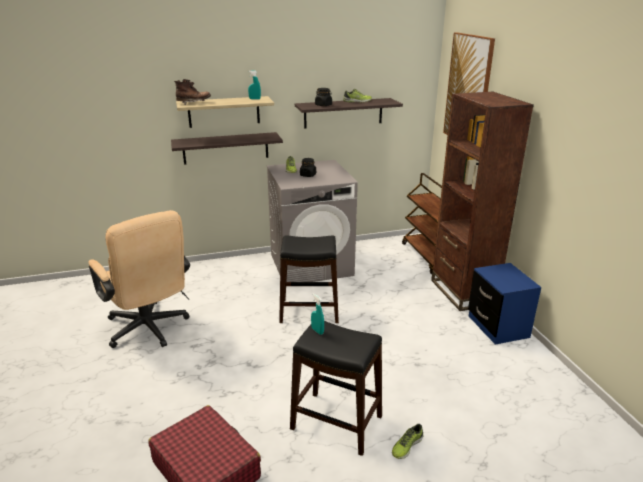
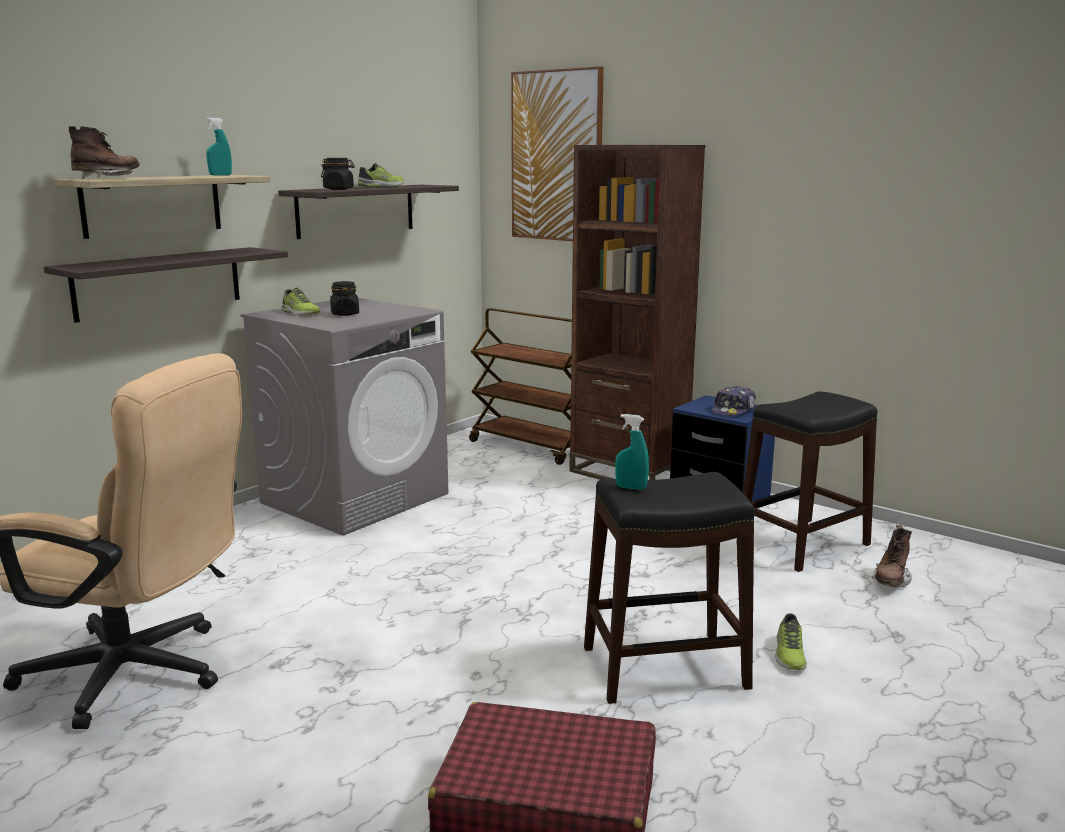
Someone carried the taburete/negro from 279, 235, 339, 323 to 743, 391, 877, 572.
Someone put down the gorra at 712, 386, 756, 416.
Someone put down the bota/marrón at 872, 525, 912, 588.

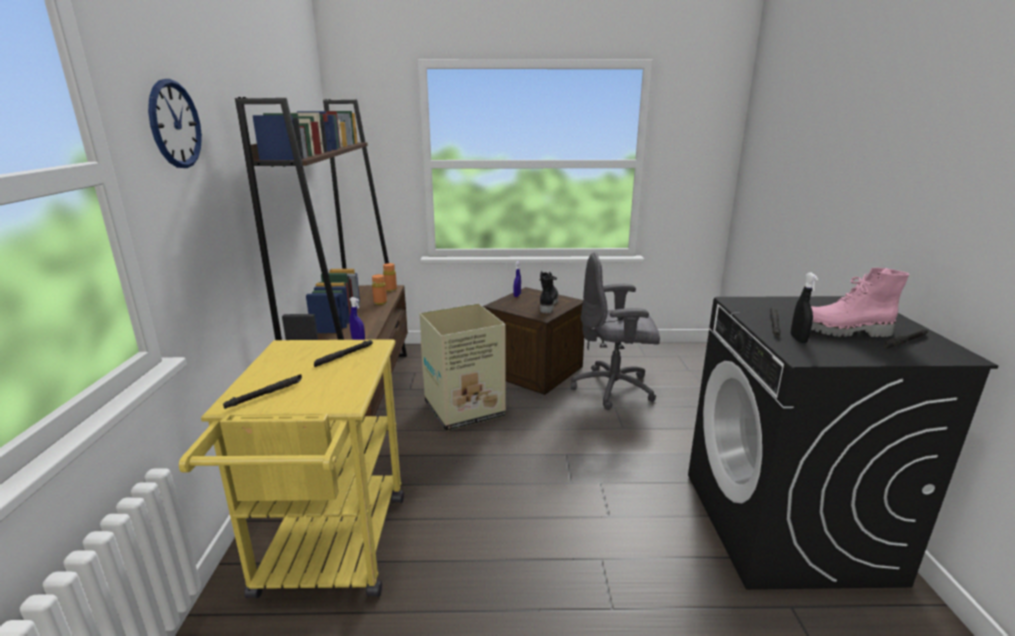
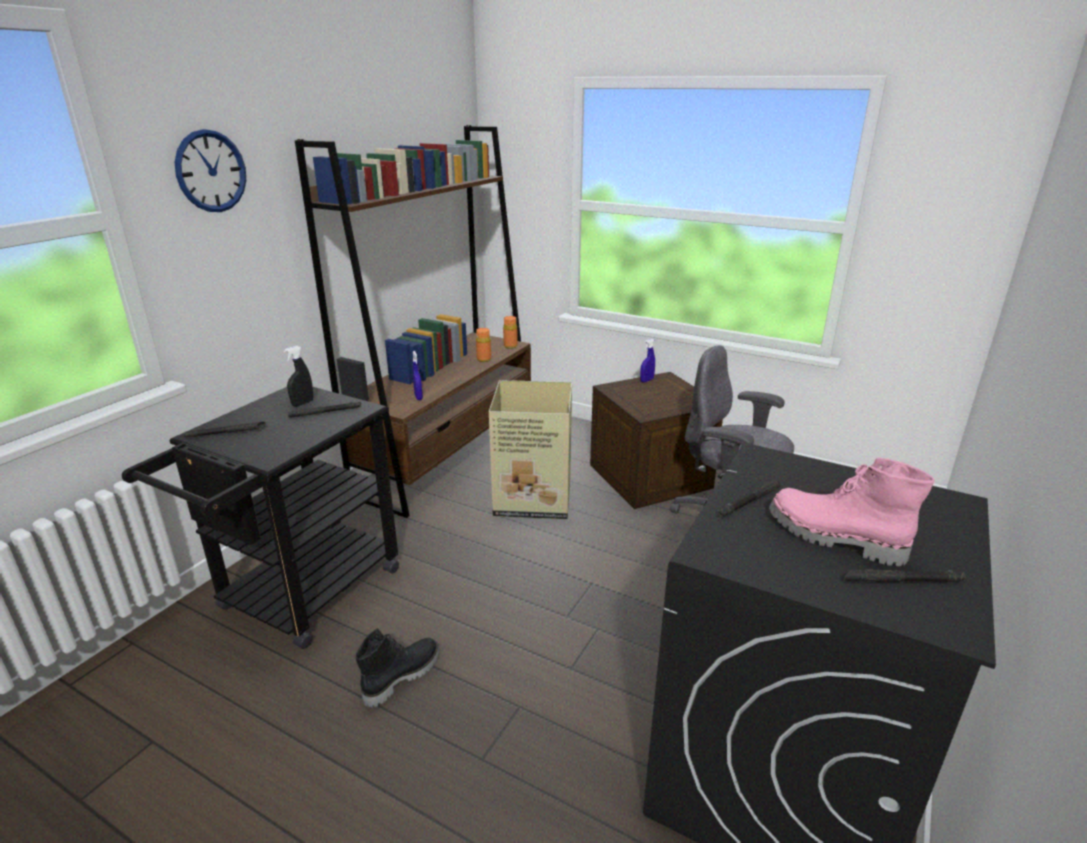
Someone repainted the carrito/amarillo at 179, 339, 404, 599, which became the carrito/negro at 122, 387, 399, 649.
Someone carried the bota/negro from 540, 271, 558, 314 to 355, 628, 440, 707.
Someone carried the pulverizador/negro from 791, 273, 818, 343 to 284, 346, 313, 407.

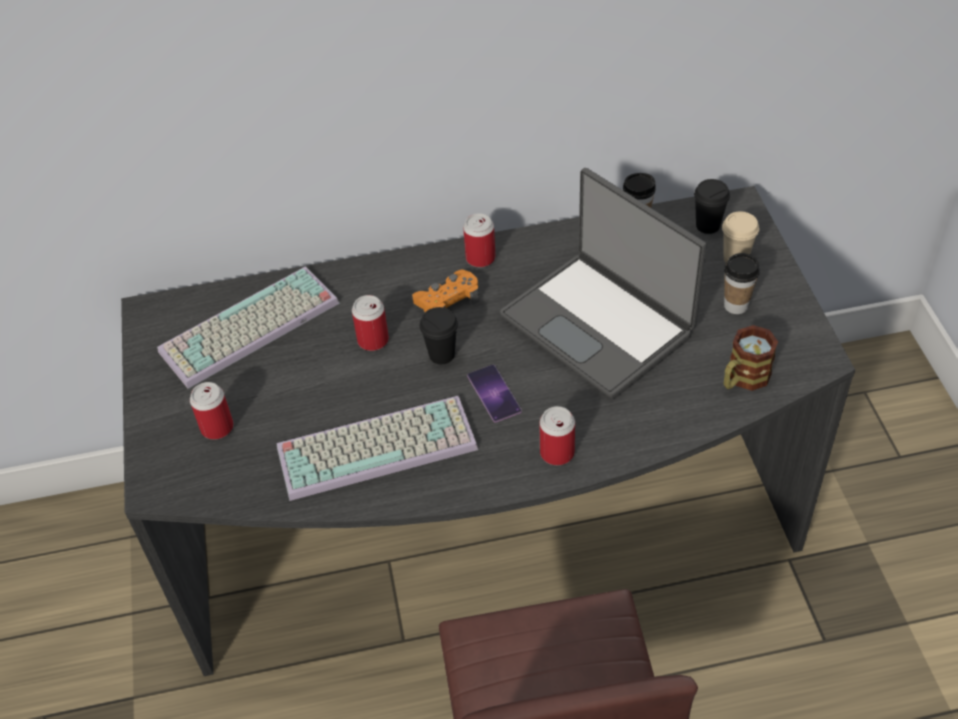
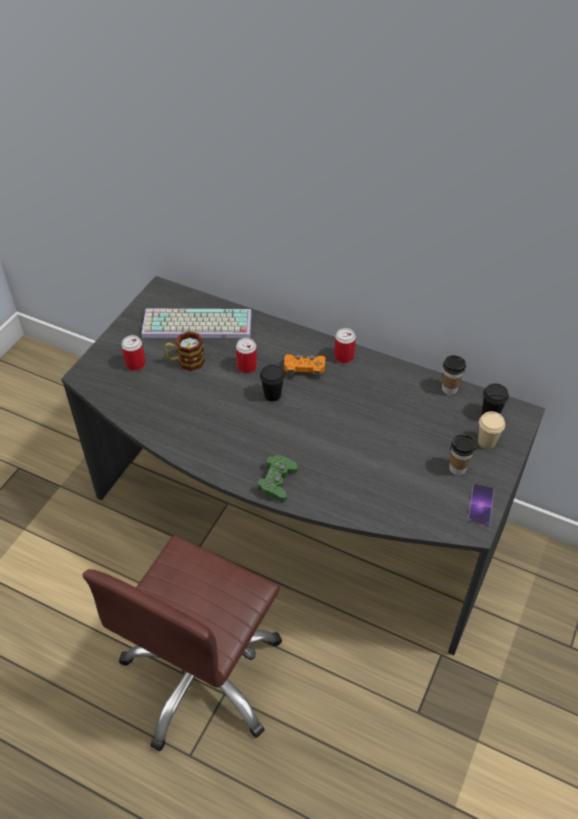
Someone took away the teclado at 277, 396, 478, 501.
Someone carried the móvil from 467, 365, 522, 422 to 468, 484, 494, 526.
Someone took away the portátil at 500, 168, 707, 399.
Someone swapped the lata at 539, 406, 575, 465 for the mando de consola/verde at 257, 455, 298, 502.
Someone carried the taza grande from 724, 325, 778, 391 to 164, 332, 205, 371.

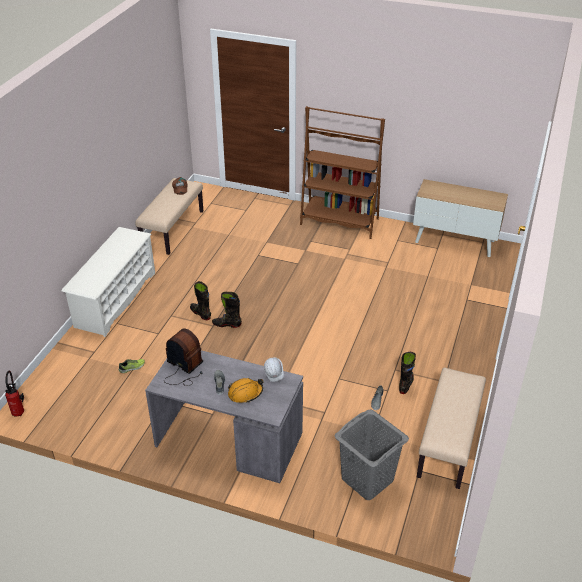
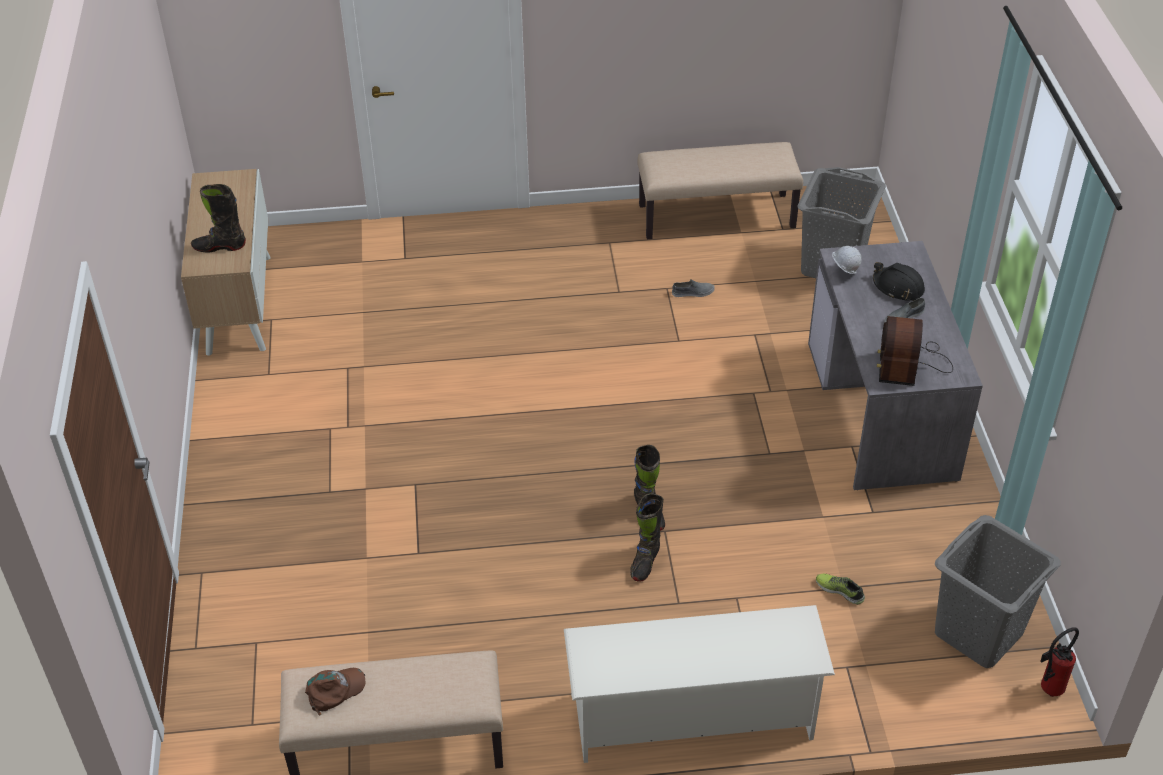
Someone repainted the casco/naranja at 228, 378, 264, 403, which became the casco/negro at 873, 262, 925, 301.
Someone took away the estantería/marrón at 300, 106, 385, 239.
Someone carried the bota/negro from 399, 352, 416, 394 to 191, 184, 246, 253.
Someone put down the cesto de la ropa/gris at 935, 515, 1061, 668.

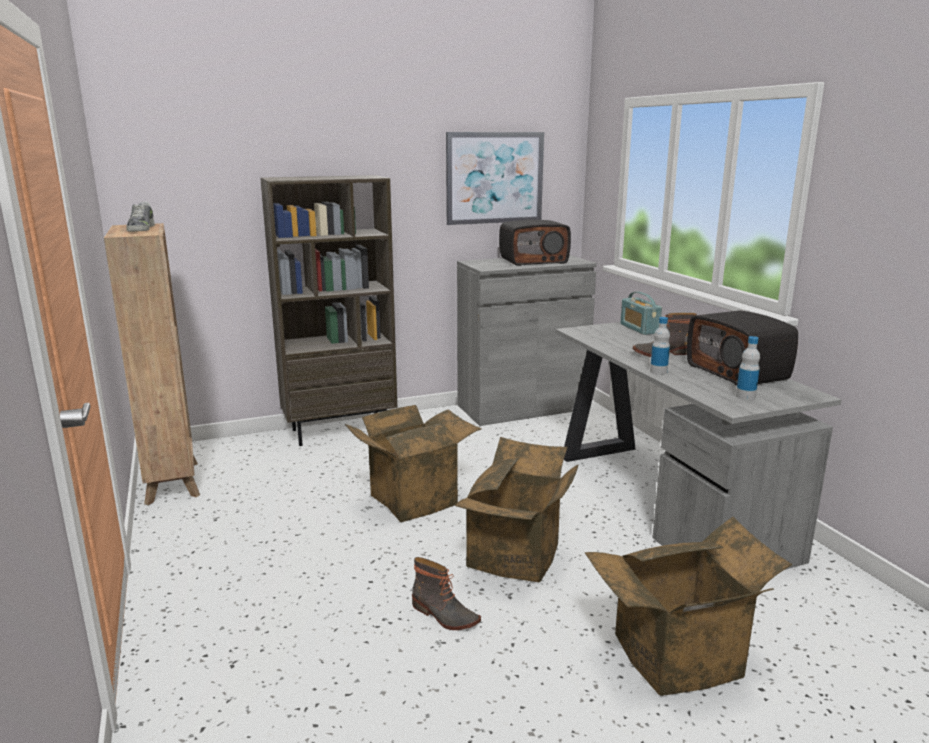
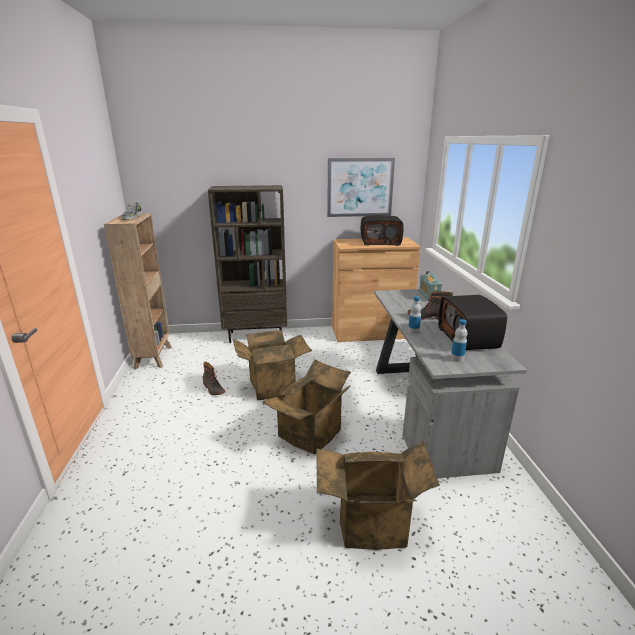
Someone carried the bota from 412, 557, 481, 630 to 203, 362, 225, 395.
Someone repainted the armario/gris at 457, 255, 597, 426, which became the armario/marrón at 332, 237, 421, 342.

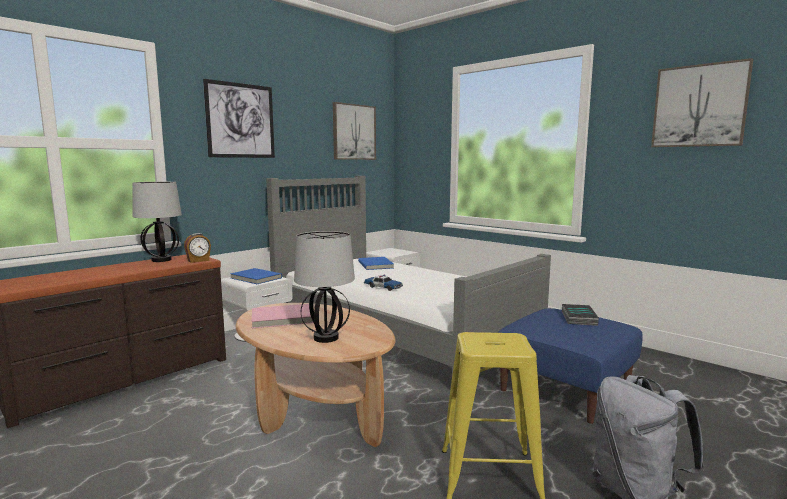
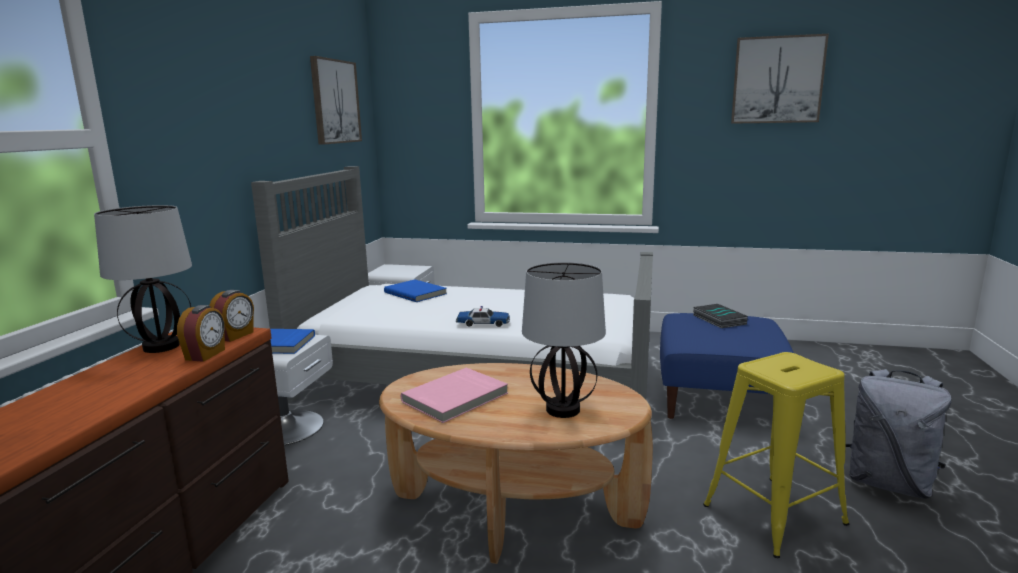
Someone took away the cuadro at 203, 79, 275, 158.
Someone put down the despertador at 177, 305, 225, 362.

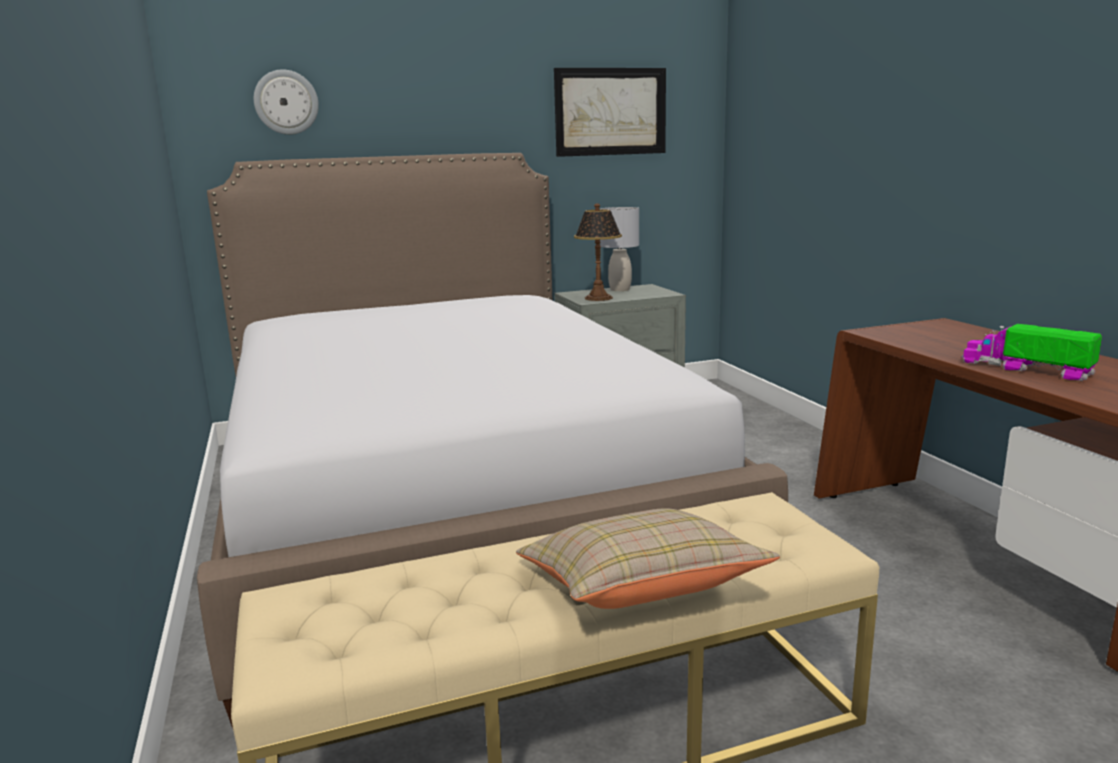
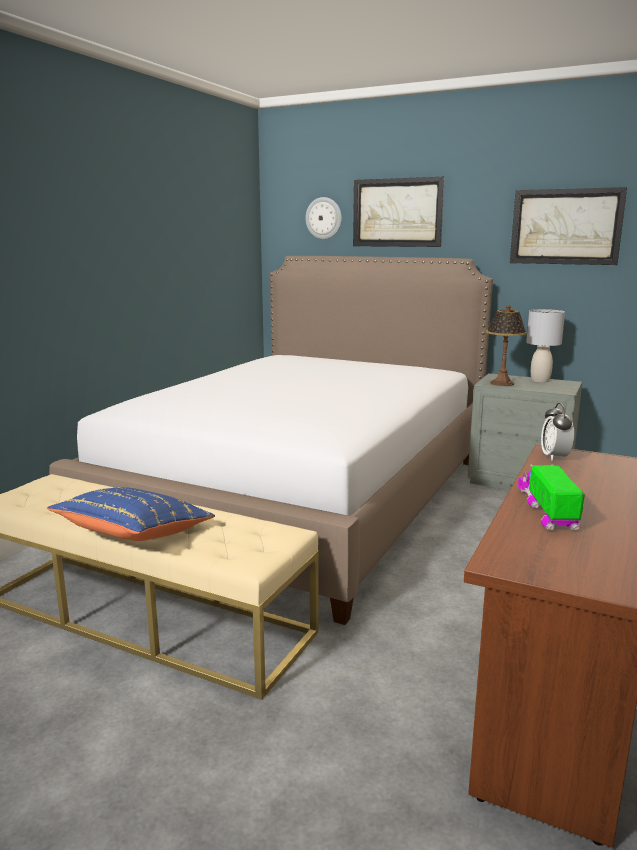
Someone repainted the cojín/beis at 516, 508, 780, 609, which became the cojín/azul at 47, 487, 215, 541.
Someone put up the cuadro at 353, 177, 445, 247.
Someone put down the despertador at 541, 403, 574, 461.

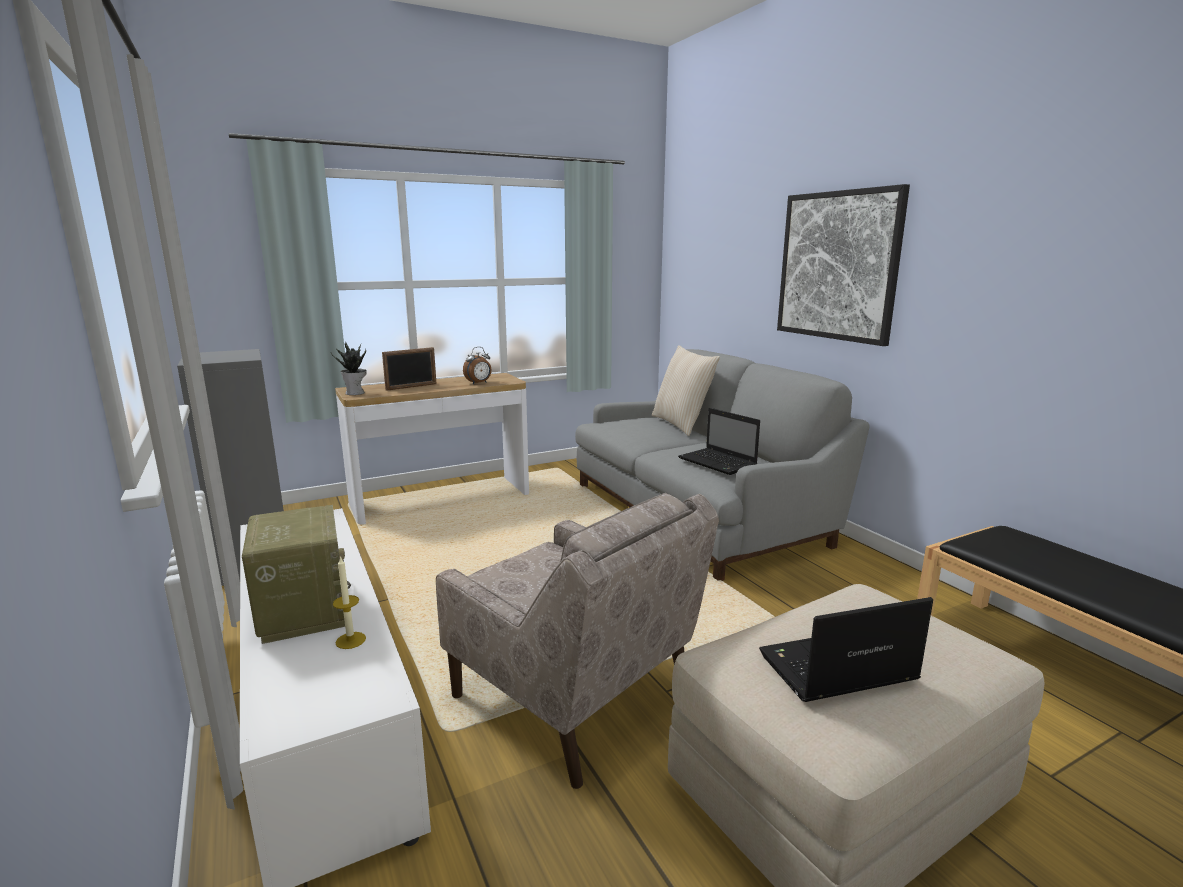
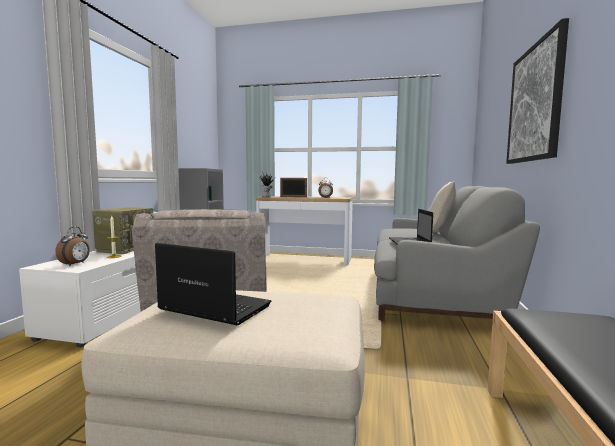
Someone put down the despertador at 55, 226, 90, 266.

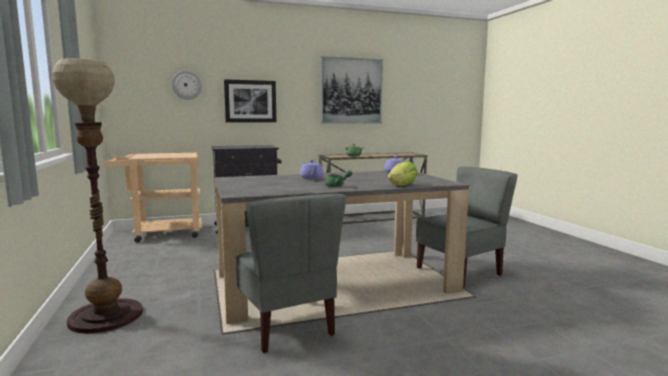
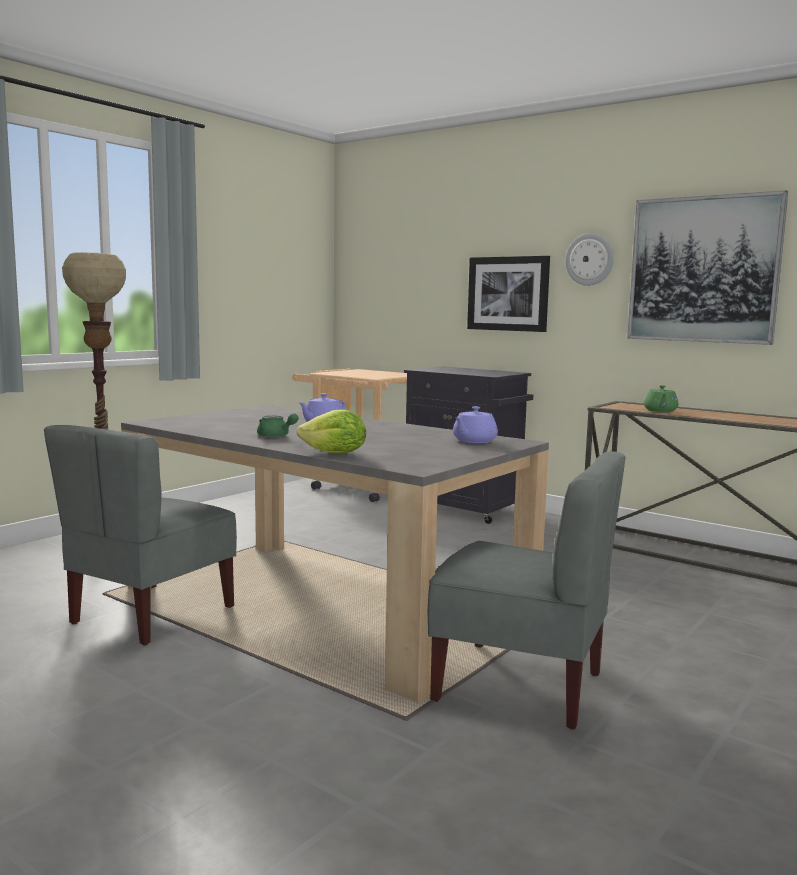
Someone carried the reloj de pared from 172, 70, 202, 100 to 565, 233, 614, 286.

